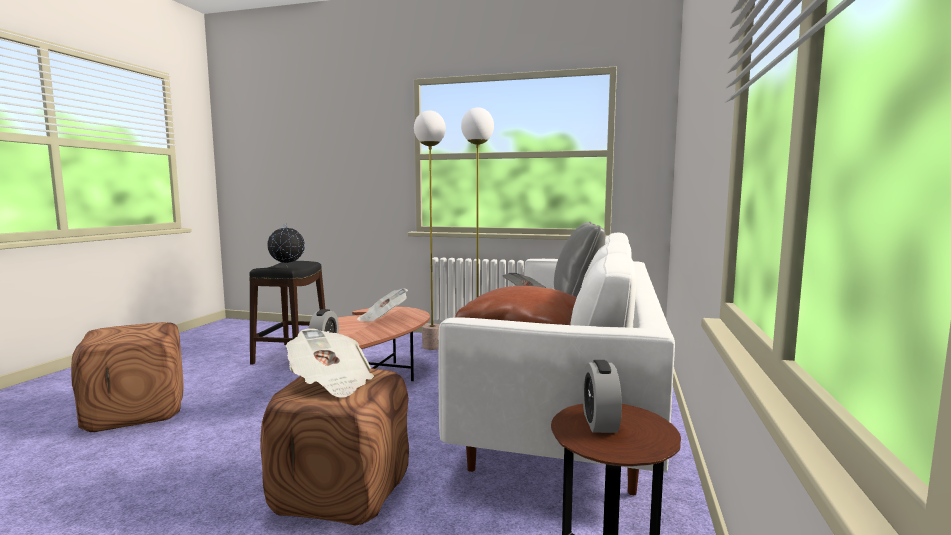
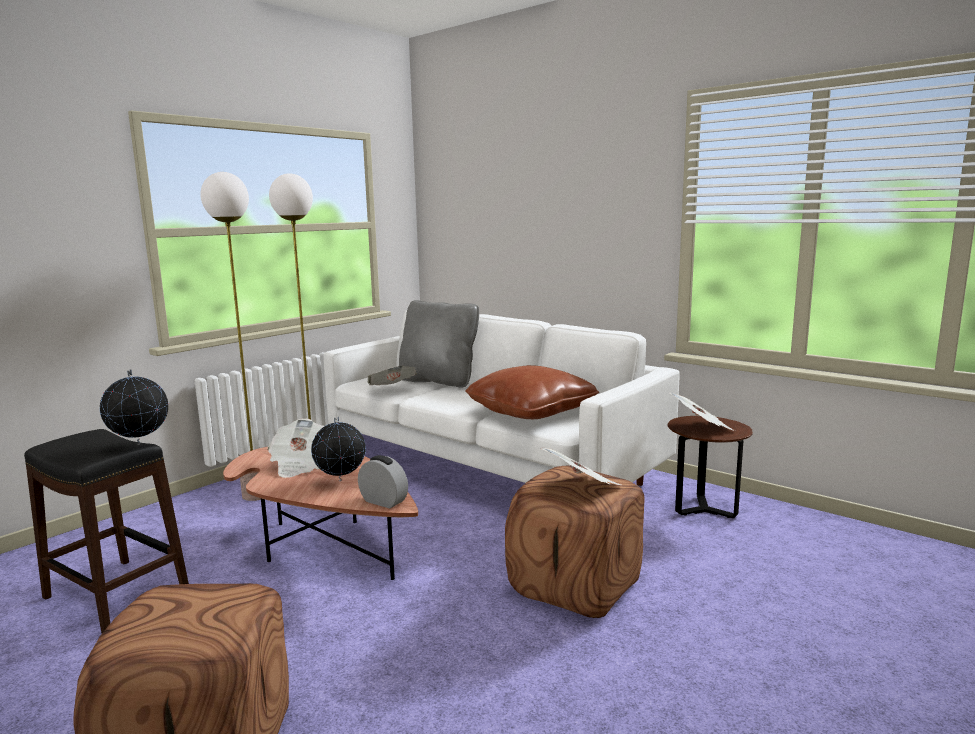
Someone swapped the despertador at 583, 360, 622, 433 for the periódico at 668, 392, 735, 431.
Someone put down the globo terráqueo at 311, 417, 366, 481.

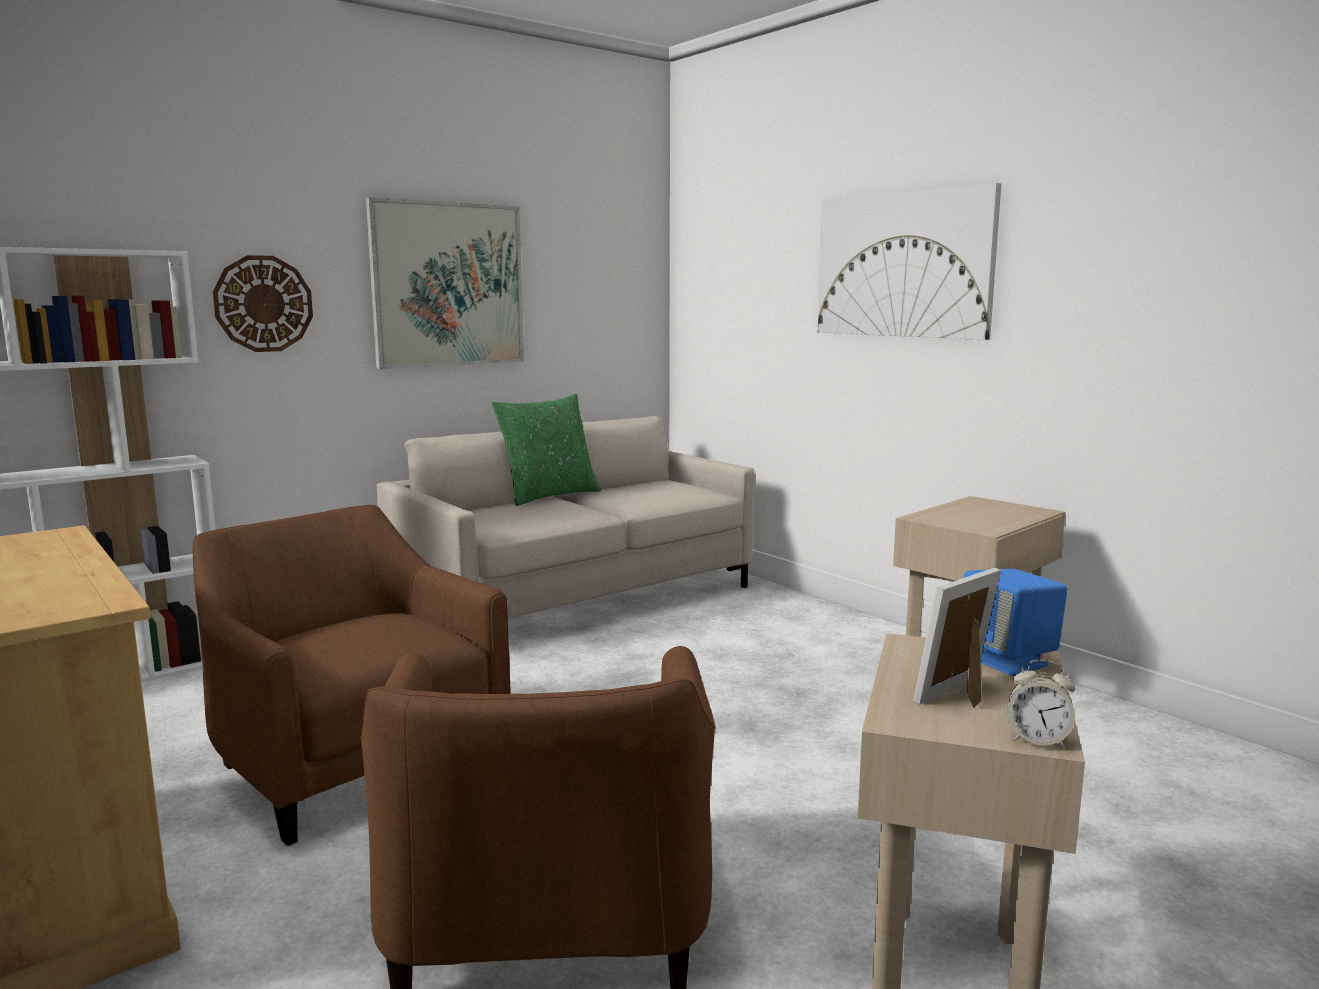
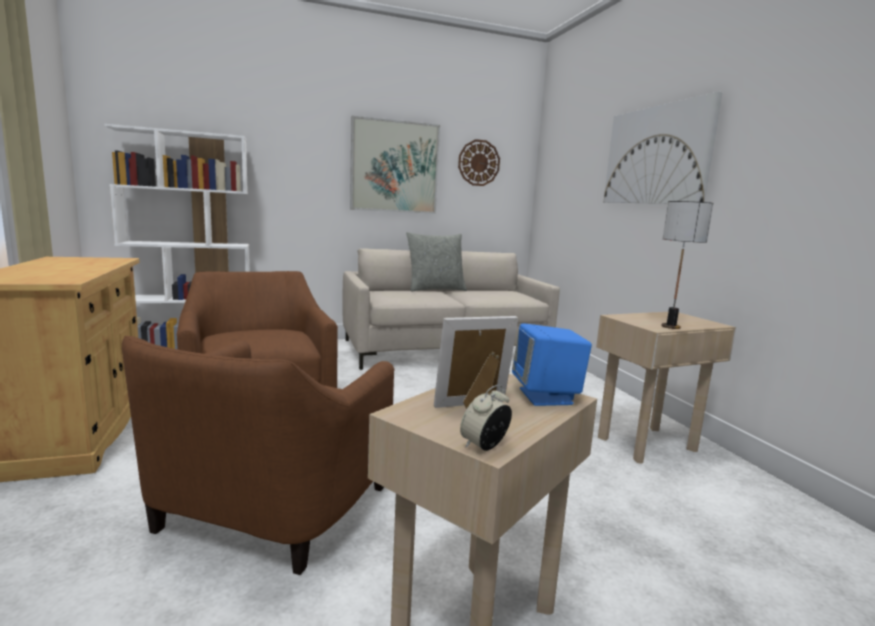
Someone carried the reloj de pared from 213, 255, 313, 352 to 458, 139, 500, 186.
Someone repainted the cojín/verde at 492, 394, 601, 506, which became the cojín/gris at 406, 232, 467, 292.
Someone rotated the despertador at 1007, 660, 1076, 748 by 90 degrees clockwise.
Someone put down the lámpara de mesa at 661, 201, 713, 329.

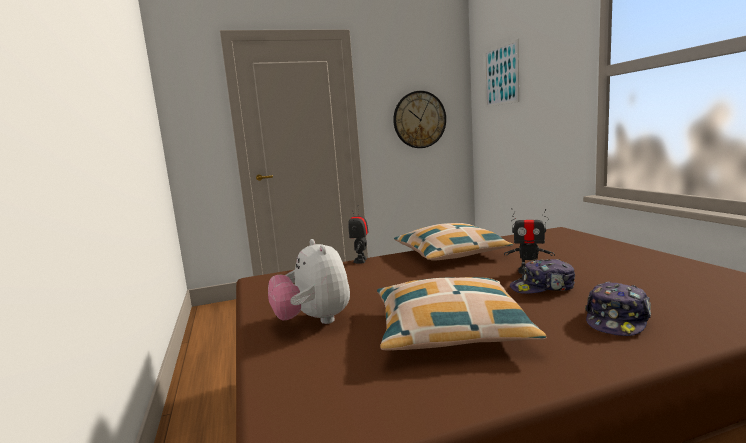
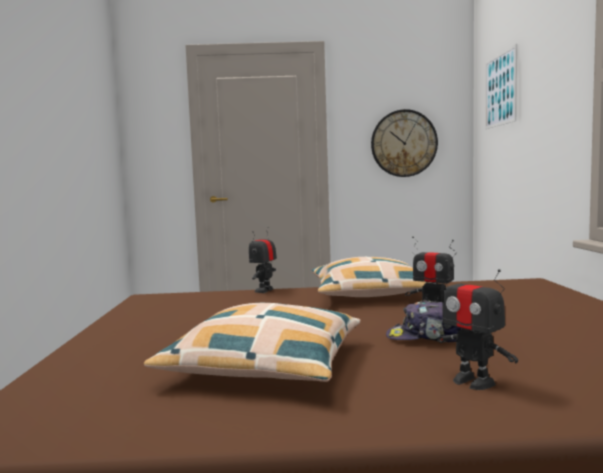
Someone took away the peluche at 268, 239, 350, 324.
Someone swapped the gorra at 585, 281, 651, 336 for the robot de juguete at 436, 260, 518, 390.

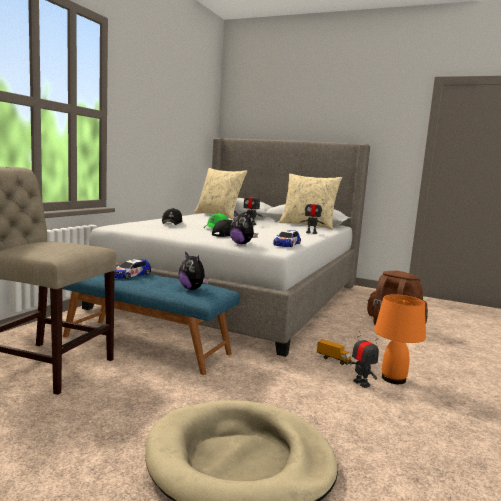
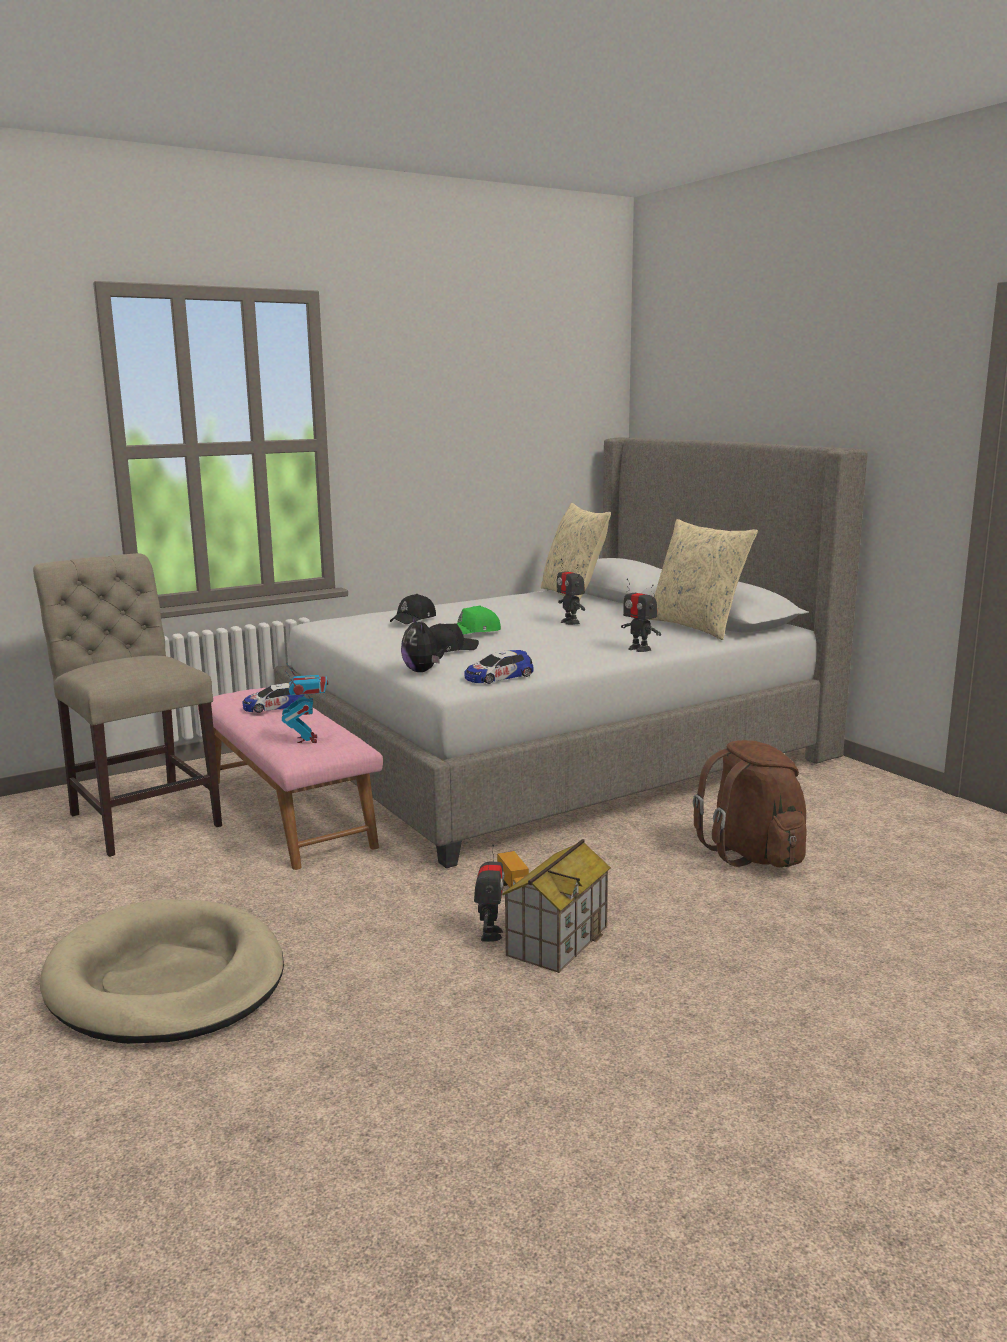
Someone repainted the banco/azul at 63, 274, 240, 375, which became the banco/rosa at 198, 688, 383, 870.
Someone swapped the peluche at 178, 252, 209, 290 for the robot de juguete at 282, 663, 328, 743.
Someone swapped the lámpara de mesa/naranja at 374, 294, 426, 384 for the casita at 502, 839, 611, 973.

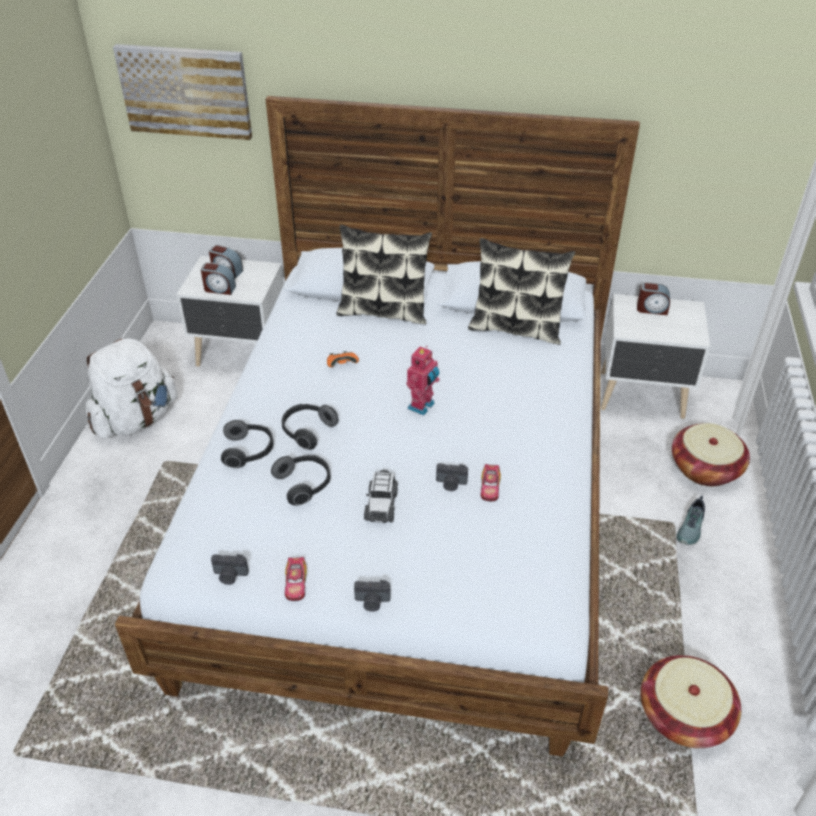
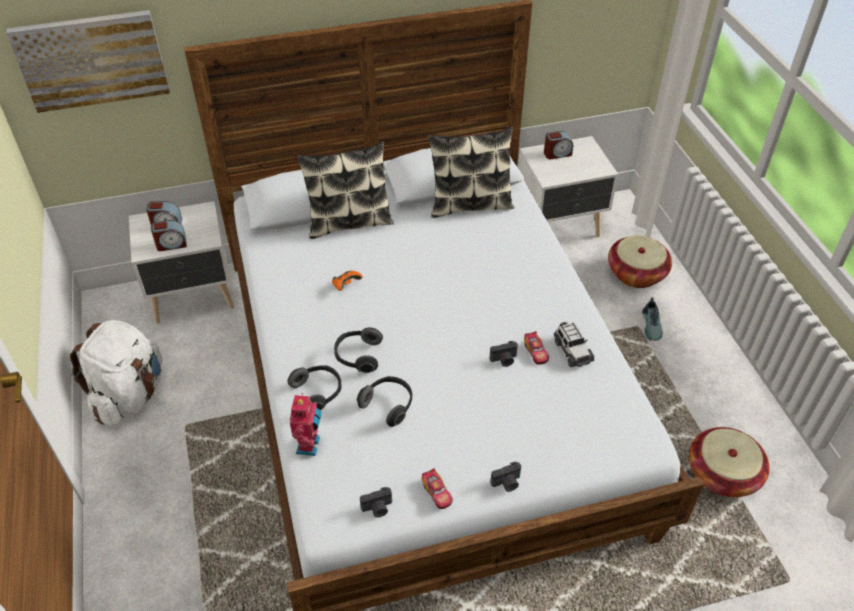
Someone carried the coche de juguete from 364, 470, 398, 523 to 554, 322, 594, 367.
Someone carried the robot de juguete from 406, 346, 440, 415 to 290, 393, 321, 456.

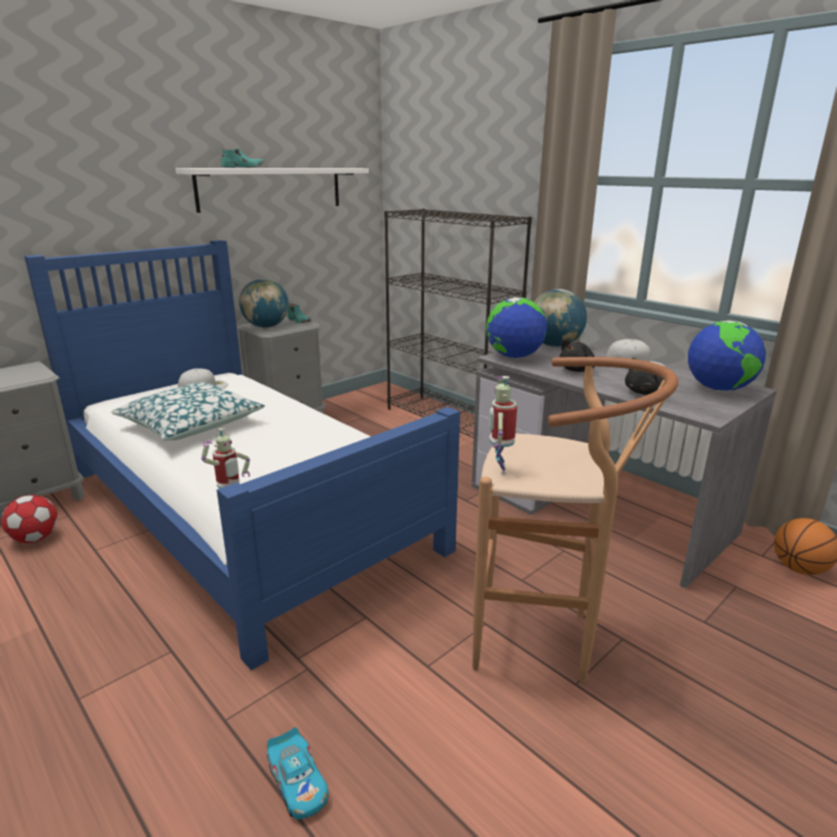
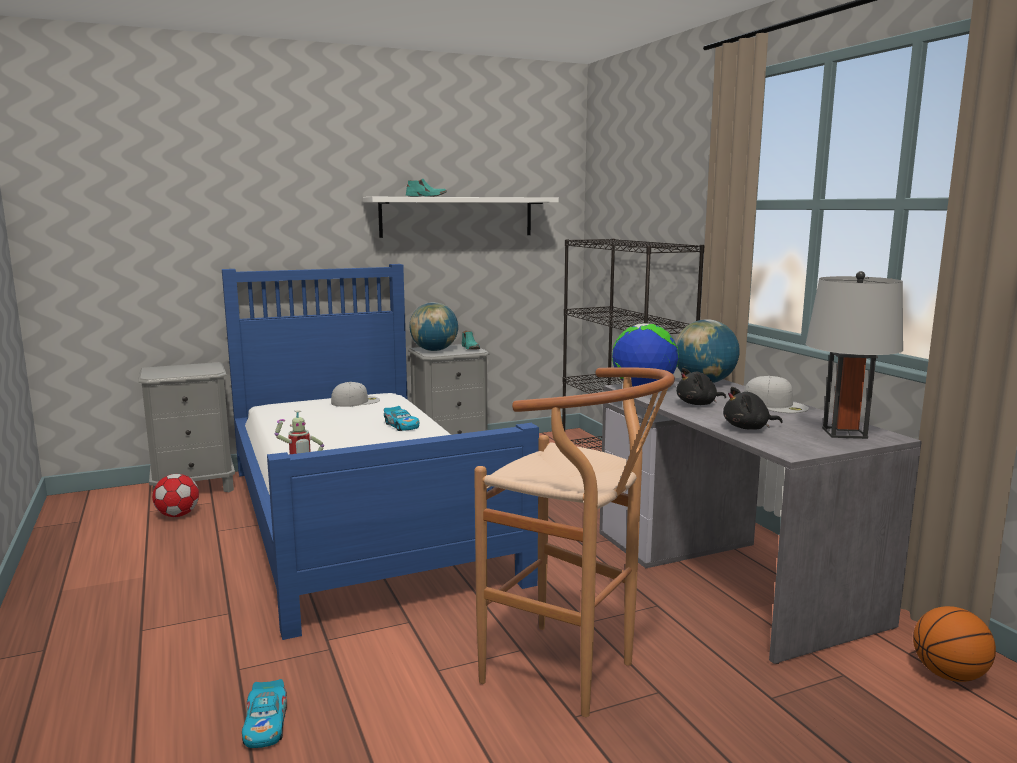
Someone took away the cojín at 111, 382, 265, 441.
Someone took away the robot de juguete at 489, 376, 517, 475.
Someone swapped the globo terráqueo at 688, 320, 766, 391 for the lámpara de mesa/gris at 806, 271, 903, 439.
Someone put down the coche de juguete at 384, 406, 419, 431.

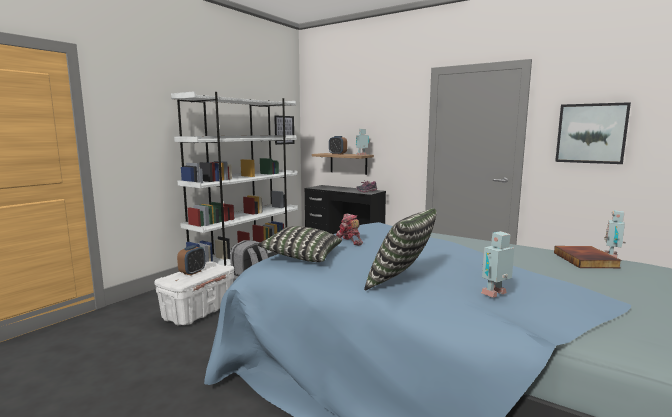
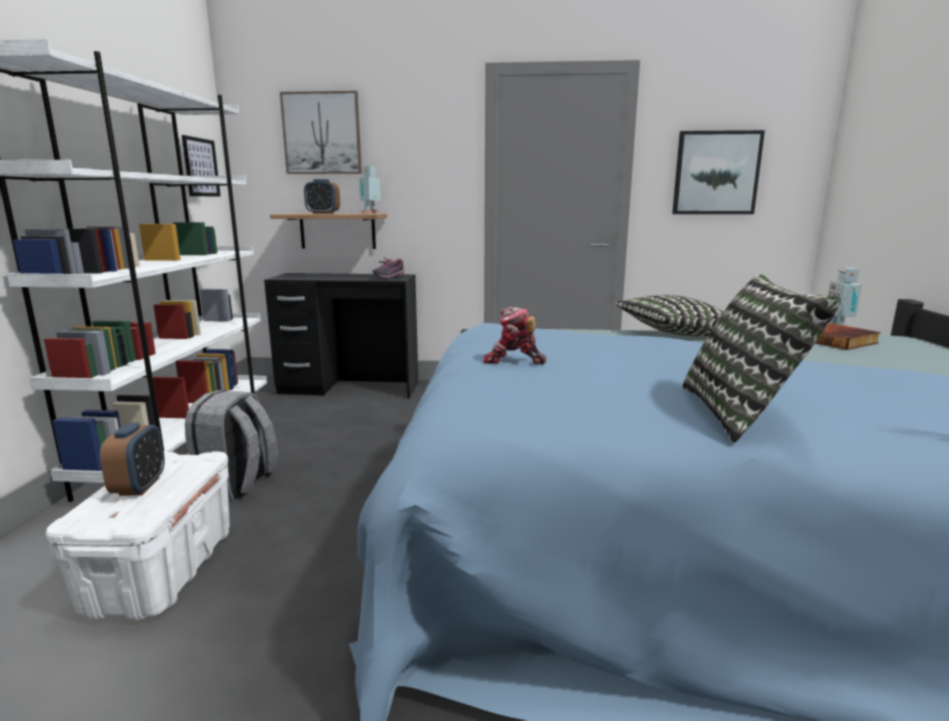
Someone carried the cojín from 257, 226, 342, 262 to 615, 295, 723, 336.
Someone took away the robot de juguete at 481, 231, 514, 298.
Someone put up the cuadro at 280, 91, 362, 174.

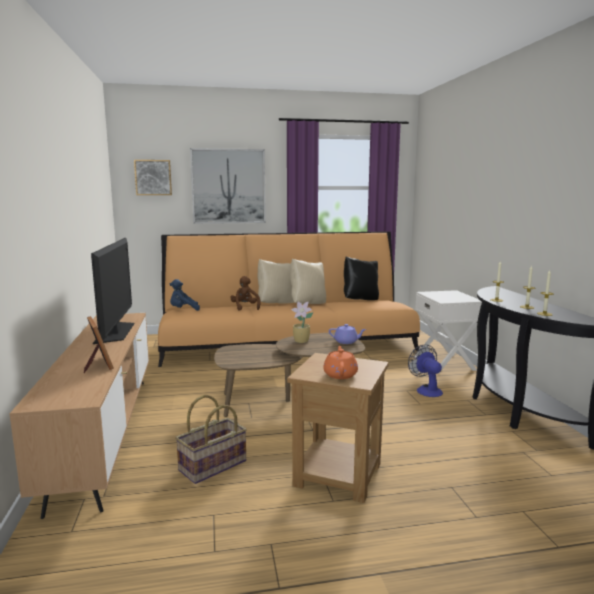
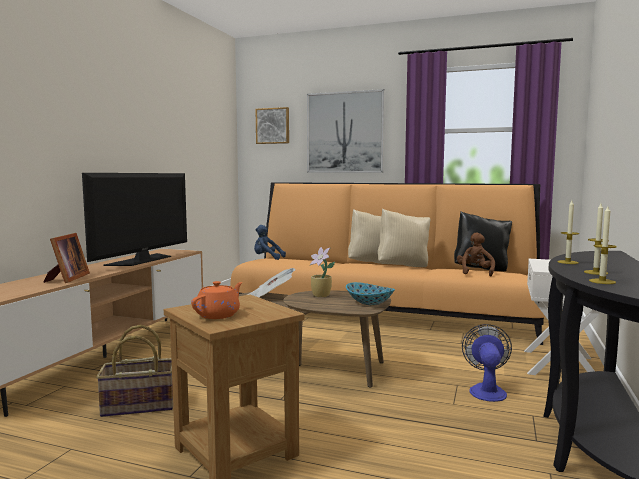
Someone carried the peluche/marrón from 230, 276, 261, 311 to 457, 232, 495, 276.
Someone swapped the tetera/morado at 329, 324, 366, 344 for the cuenco at 346, 282, 395, 305.
Someone put down the periódico at 247, 268, 296, 297.

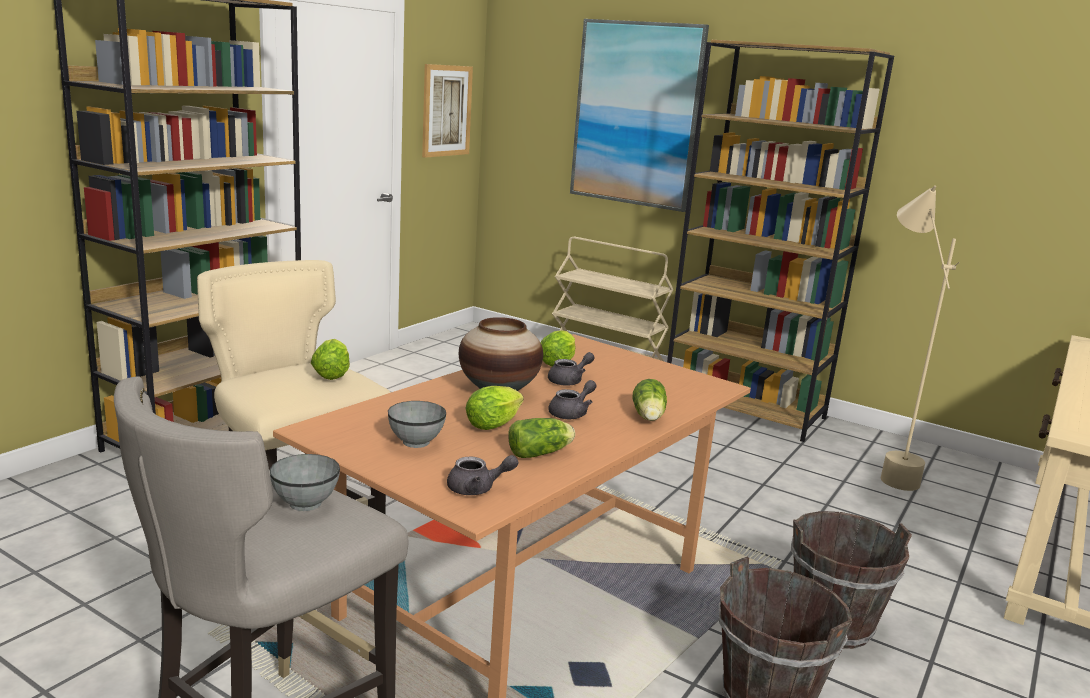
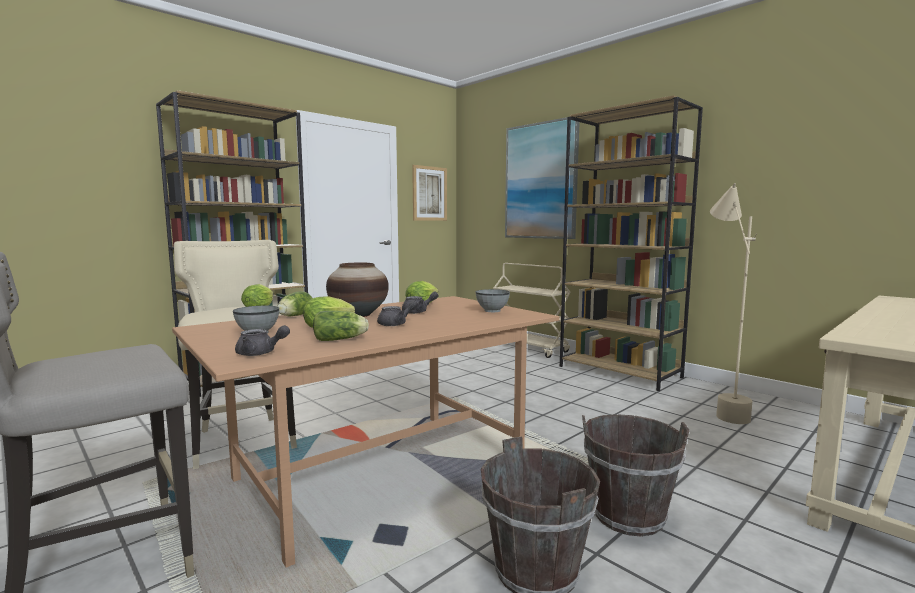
Someone carried the cuenco/gris from 270, 454, 340, 511 to 476, 289, 510, 312.
Someone carried the lechuga from 632, 379, 667, 421 to 277, 291, 312, 316.

